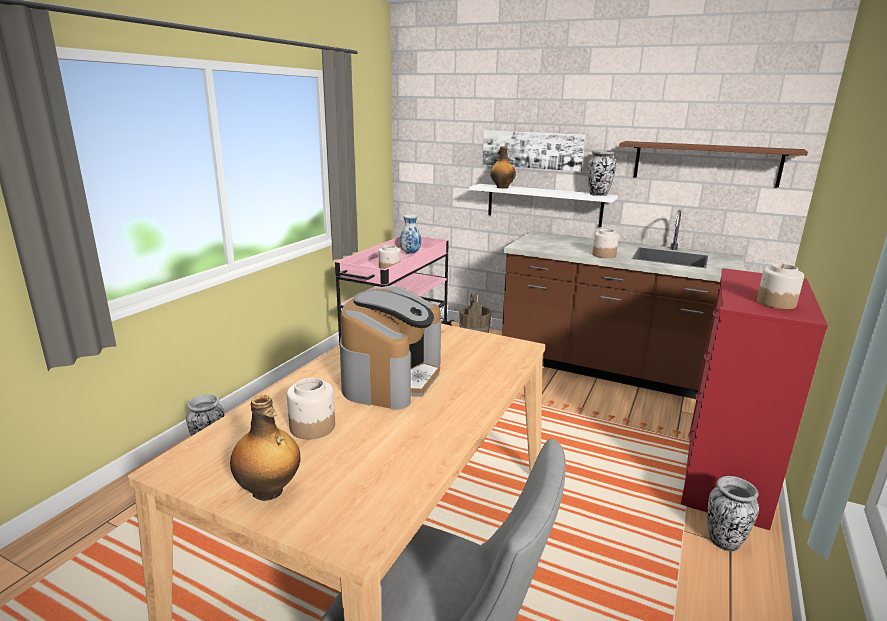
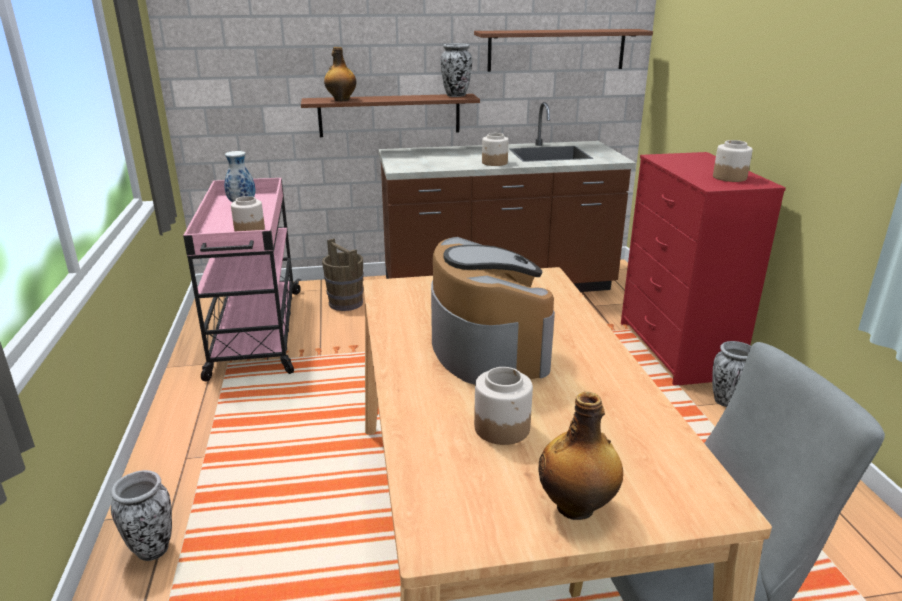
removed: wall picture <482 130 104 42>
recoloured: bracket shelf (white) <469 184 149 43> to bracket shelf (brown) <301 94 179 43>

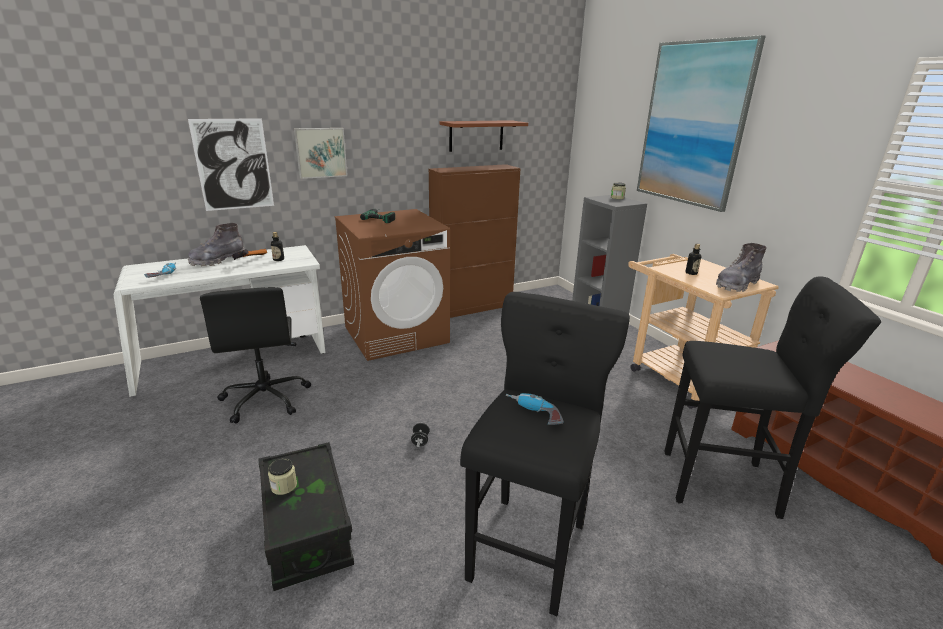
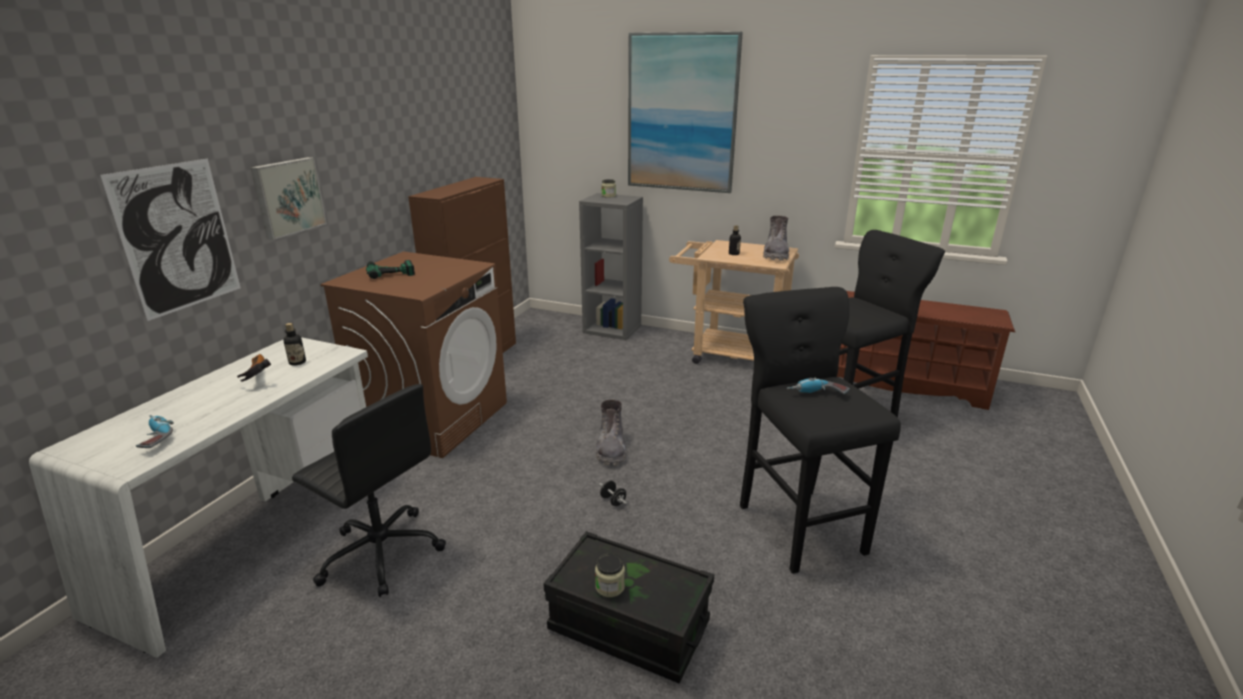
removed: bracket shelf (brown) <440 120 88 32>
moved: high-top boot (gray) <188 223 57 43> to <596 399 30 67>

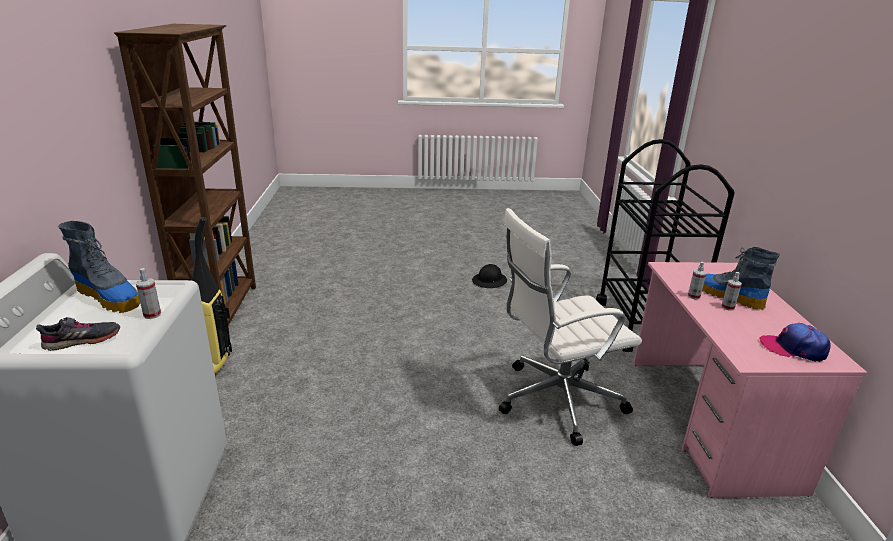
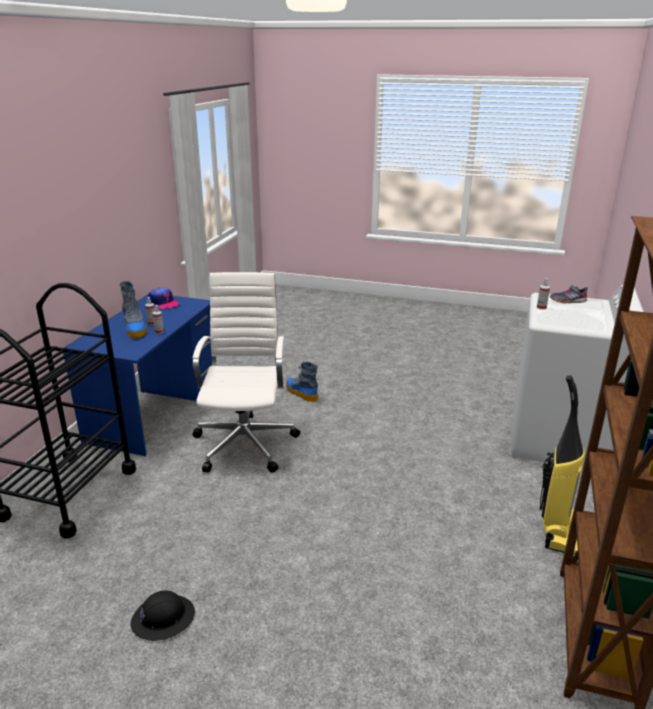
moved: high-top boot <58 221 82 92> to <286 362 32 40>
recoloured: desk unit (pinkish) <633 262 235 236> to desk unit (bluish) <63 295 149 161>
turned: computer chair (white) <499 208 143 238> = <192 272 108 201> 90 degrees counterclockwise

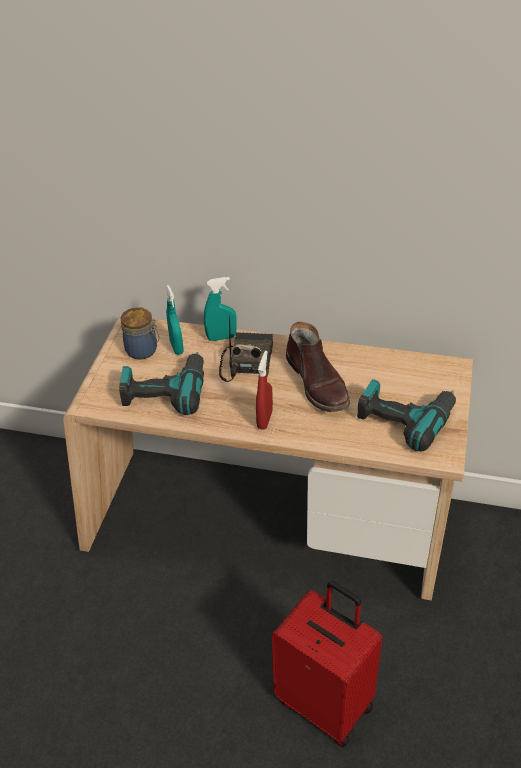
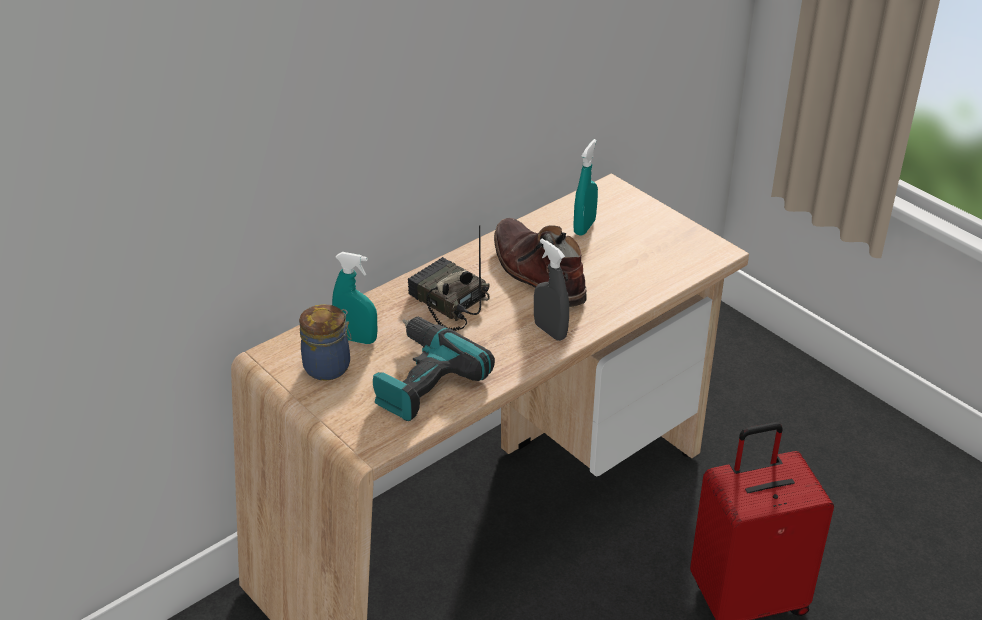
removed: drill <357 379 99 73>
moved: spray bottle (blue-green) <204 277 33 64> to <573 139 25 97>
recoloured: spray bottle (red-coloured) <256 351 17 79> to spray bottle (gray) <534 239 35 102>
turned: high-top boot (brown) <286 322 64 90> = <494 218 93 89> 135 degrees counterclockwise

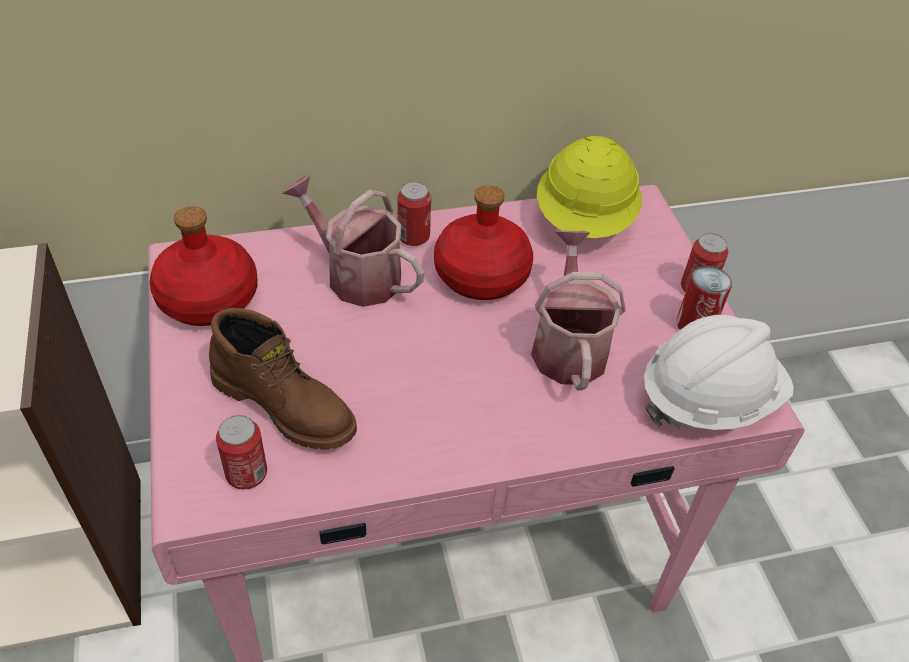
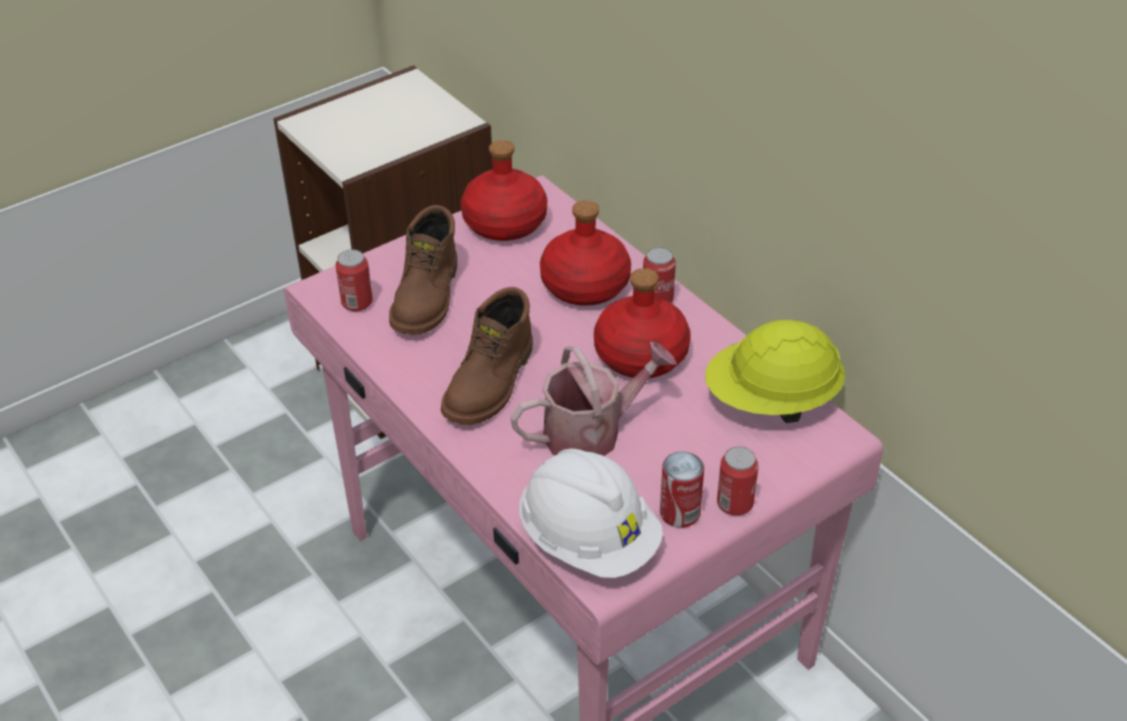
added: high-top boot (brown) <441 287 92 138>
replaced: sprinkling can <282 175 142 132> to drink bottle (red-coloured) <540 200 91 106>

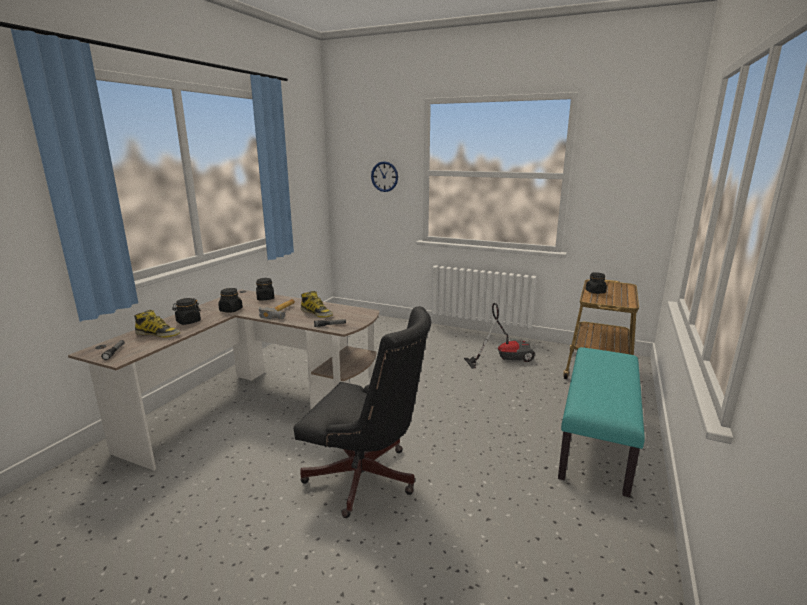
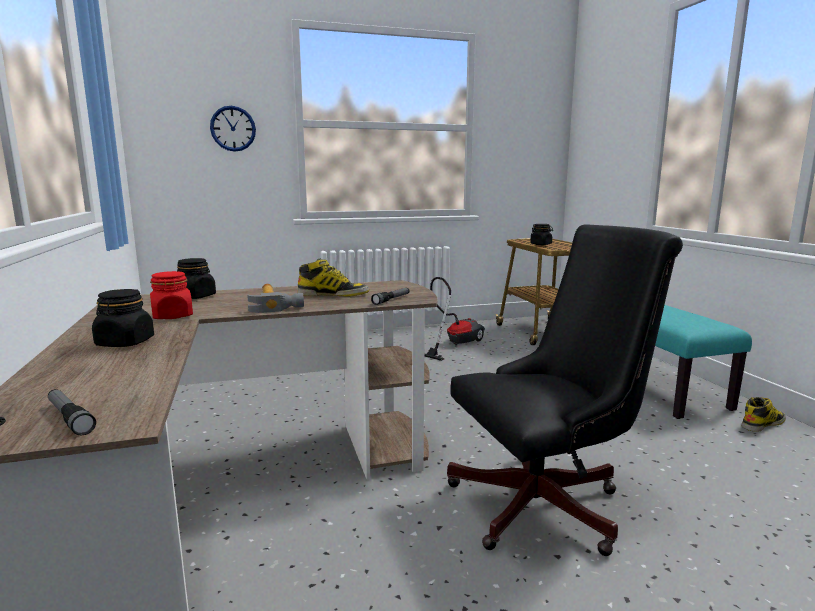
moved: high-top boot <134 310 46 28> to <741 397 45 35>
recoloured: preserve jar (blackish) <218 288 25 25> to preserve jar (red-coloured) <150 271 43 48>

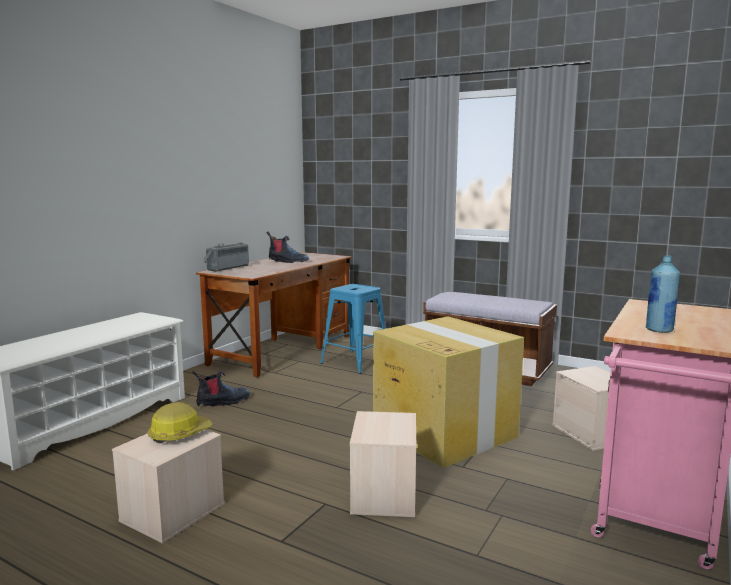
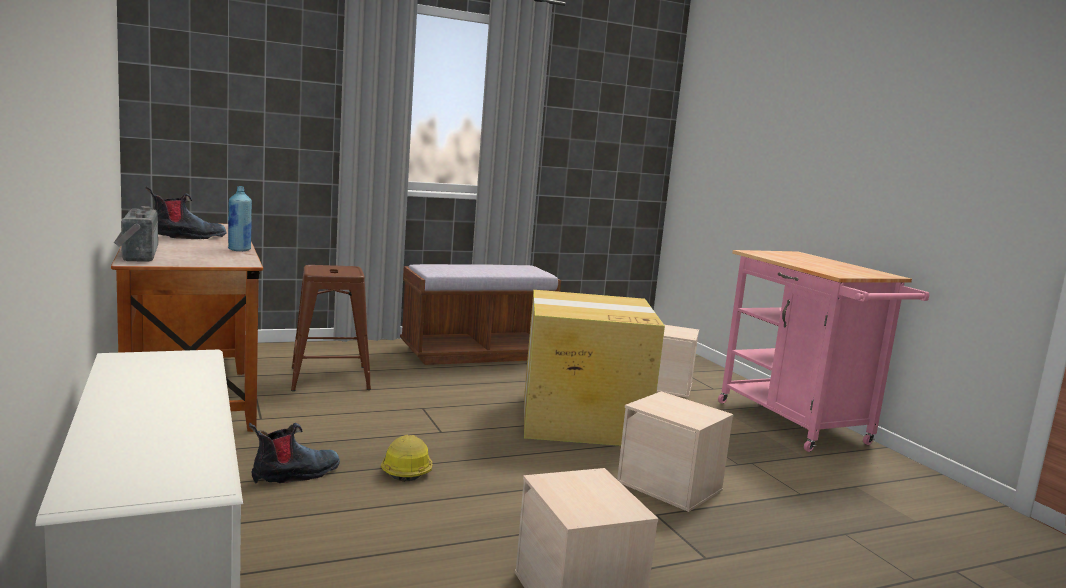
moved: hard hat <148 402 65 41> to <381 435 51 47>; drink bottle (bluish) <646 255 34 78> to <228 186 24 65>
recoloured: stool (bluish) <320 284 65 90> to stool (brown) <291 265 80 126>
turned: high-top boot <192 371 58 36> = <249 423 91 60> 45 degrees clockwise

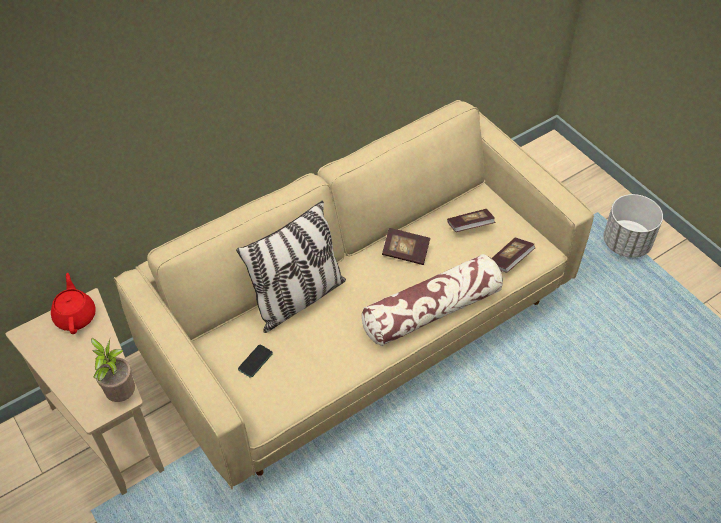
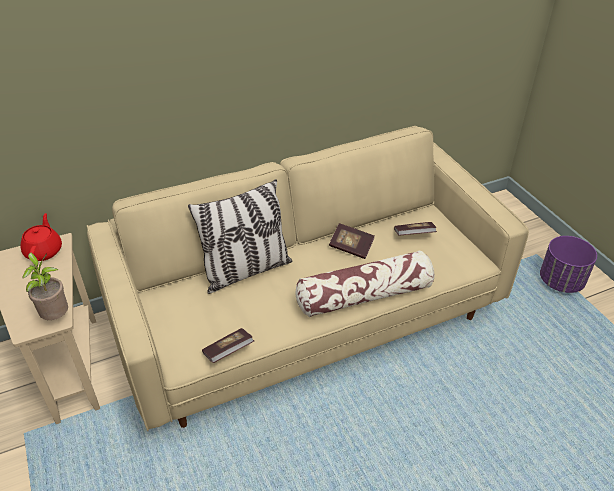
removed: handset <238 345 35 33>
moved: book <492 238 44 35> to <202 328 52 35>
recoloured: plant pot (white) <603 194 60 64> to plant pot (purplish) <540 236 57 57>

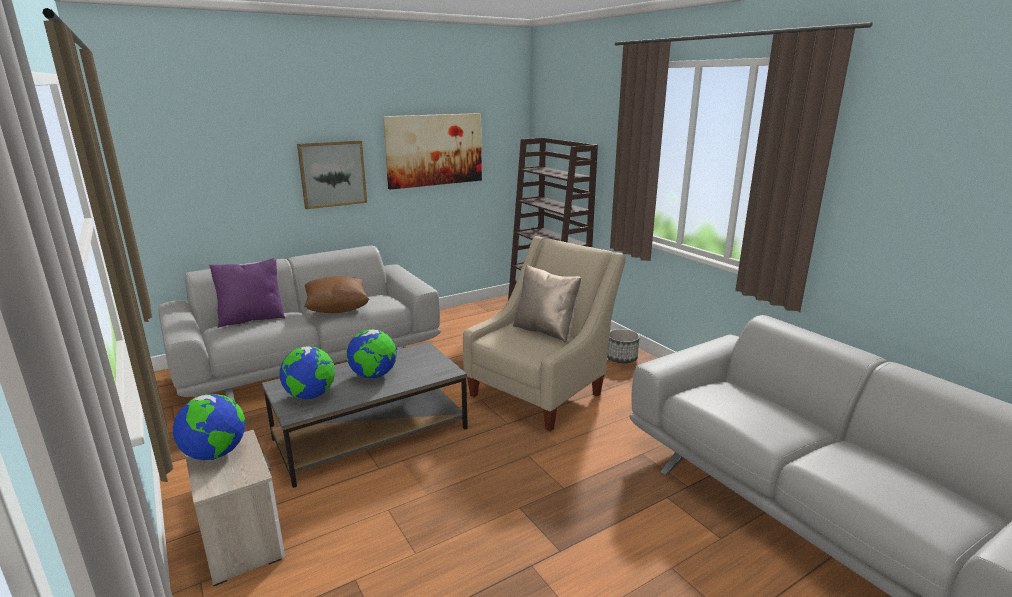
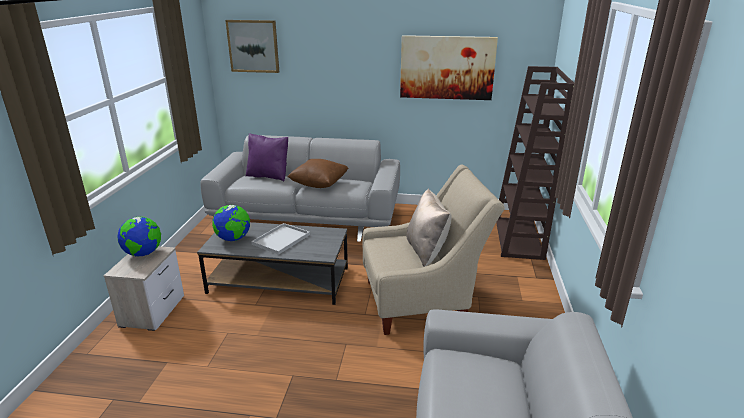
removed: plant pot <607 329 33 34>
moved: wall picture <297 141 70 68> to <225 20 54 53>
replaced: desk globe <346 329 51 50> to tray (white) <251 223 59 32>

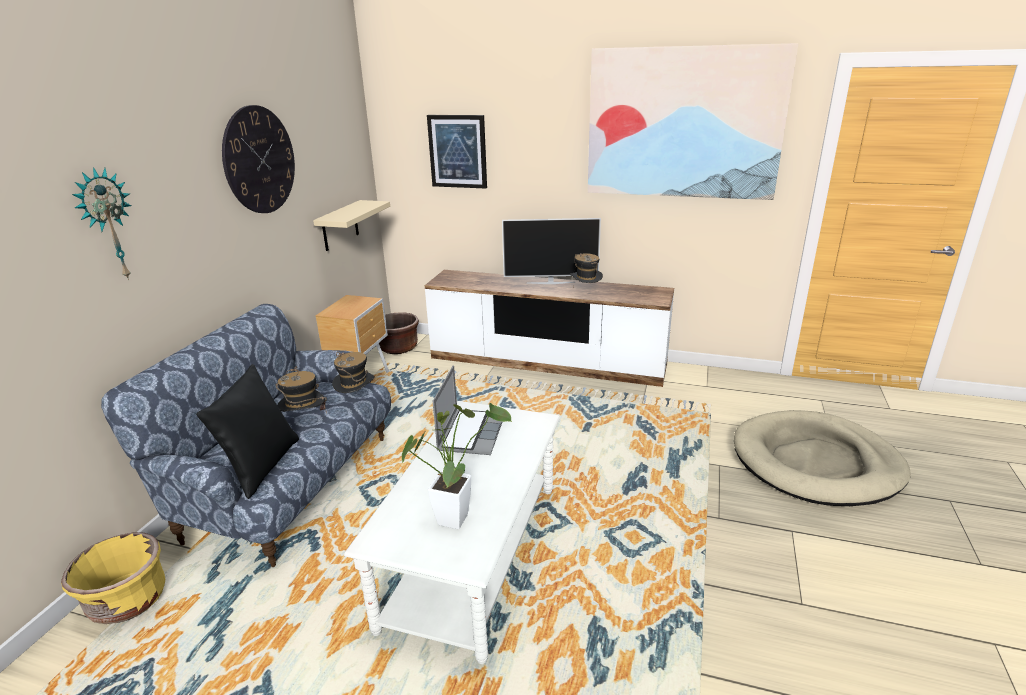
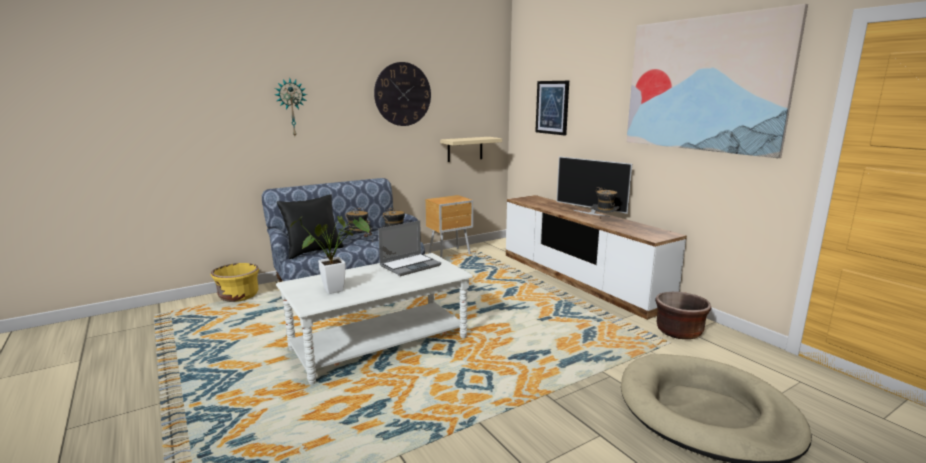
moved: plant pot (brown) <379 312 40 42> to <655 292 56 47>

